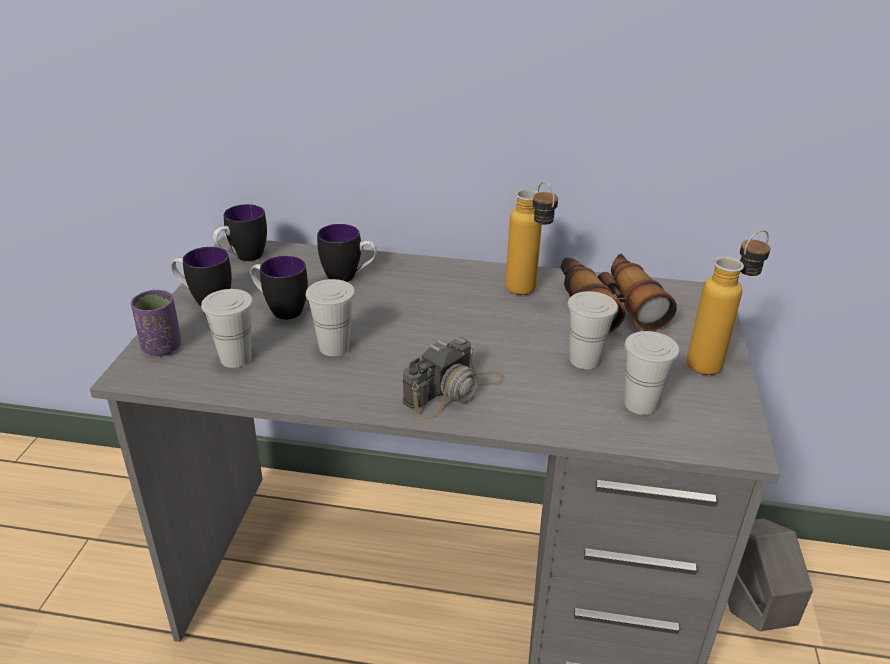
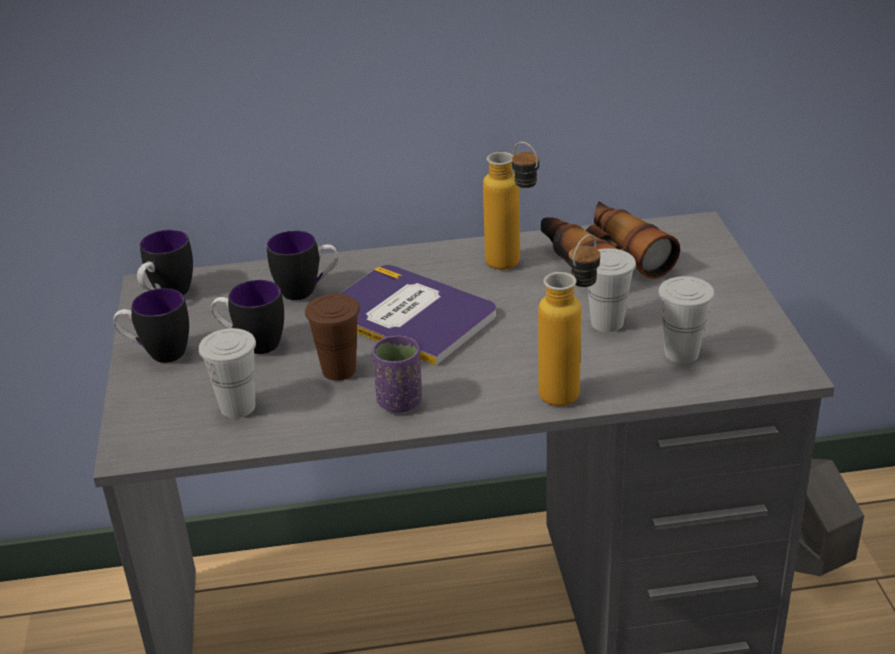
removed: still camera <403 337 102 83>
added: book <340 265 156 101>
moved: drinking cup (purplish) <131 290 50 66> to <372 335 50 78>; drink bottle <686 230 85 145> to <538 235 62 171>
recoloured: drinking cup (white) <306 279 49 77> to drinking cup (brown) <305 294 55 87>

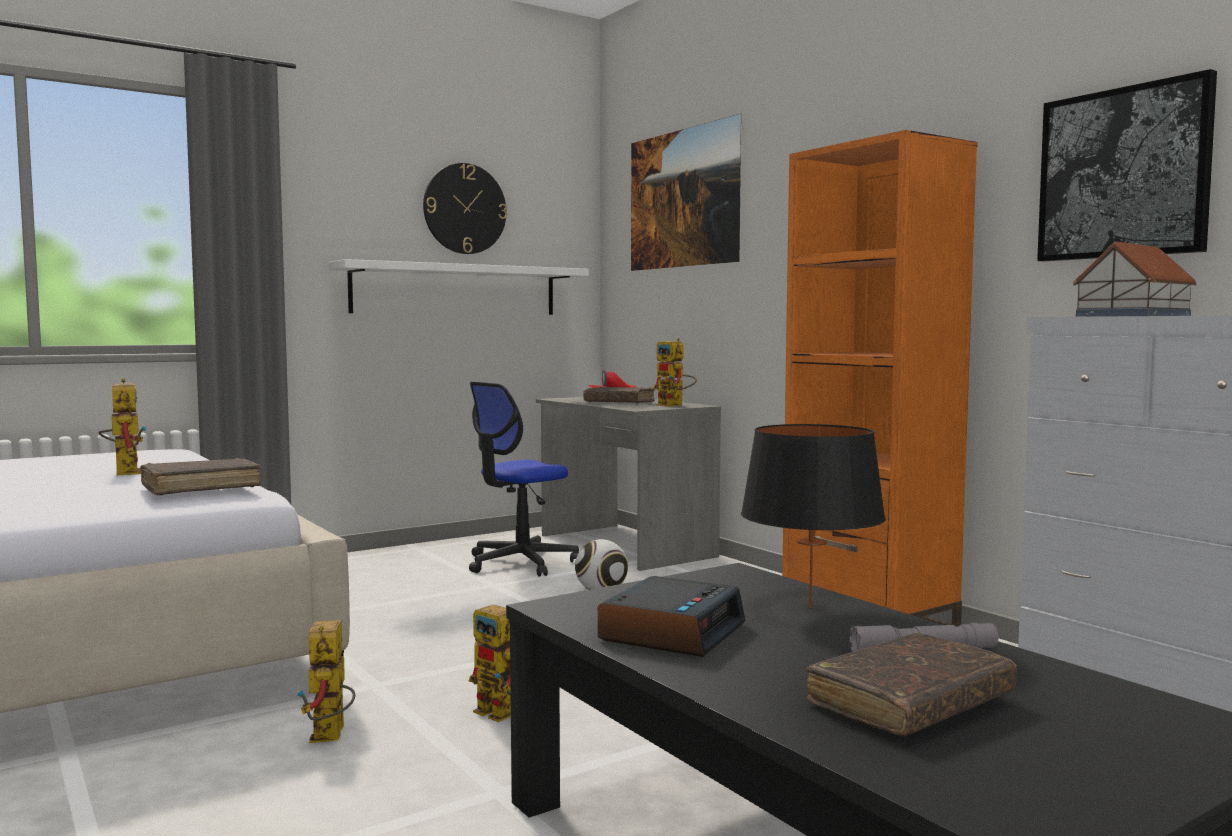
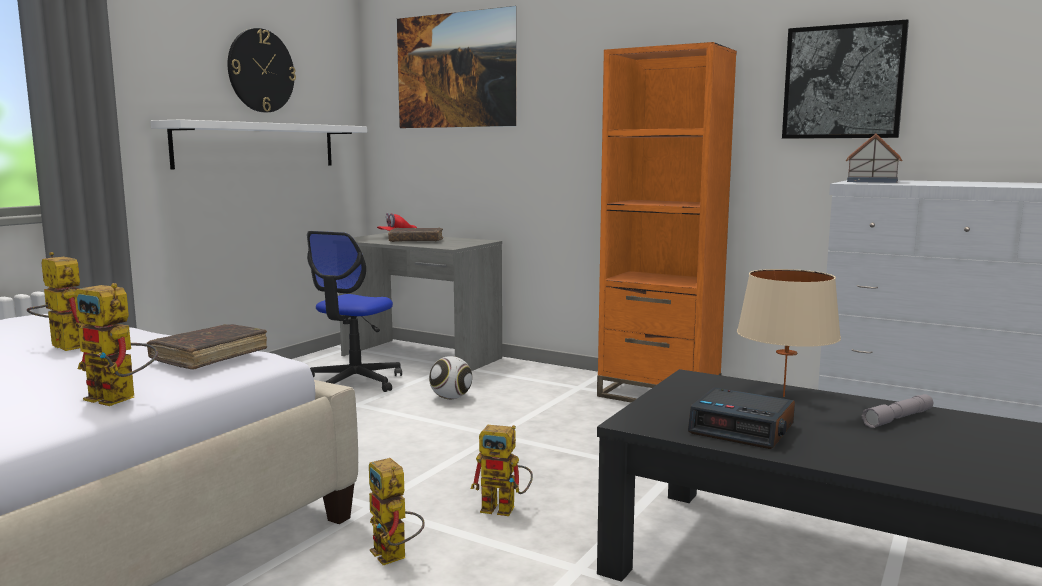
removed: book (brown) <806 633 211 103>
moved: robot figure <653 338 44 69> to <74 283 84 123>
recoloured: lamp for a table (blackish) <741 424 145 183> to lamp for a table (beige) <737 269 104 128>
turned: table clock <598 576 147 81> = <688 387 107 62> 120 degrees clockwise

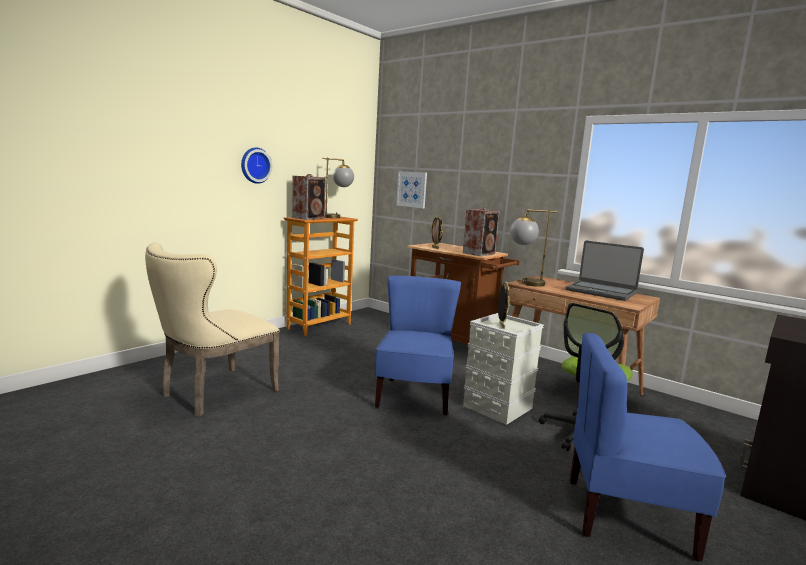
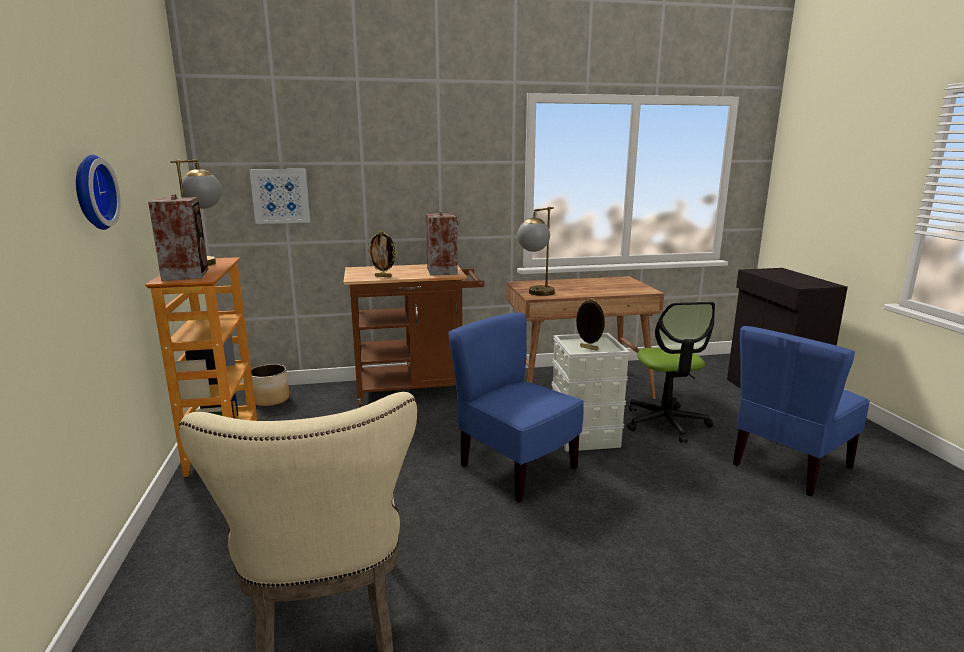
removed: portable computer <566 241 78 60>
added: plant pot <251 364 39 42>

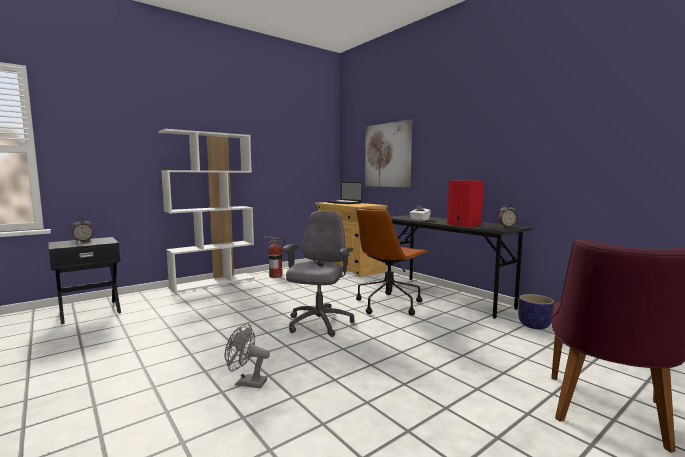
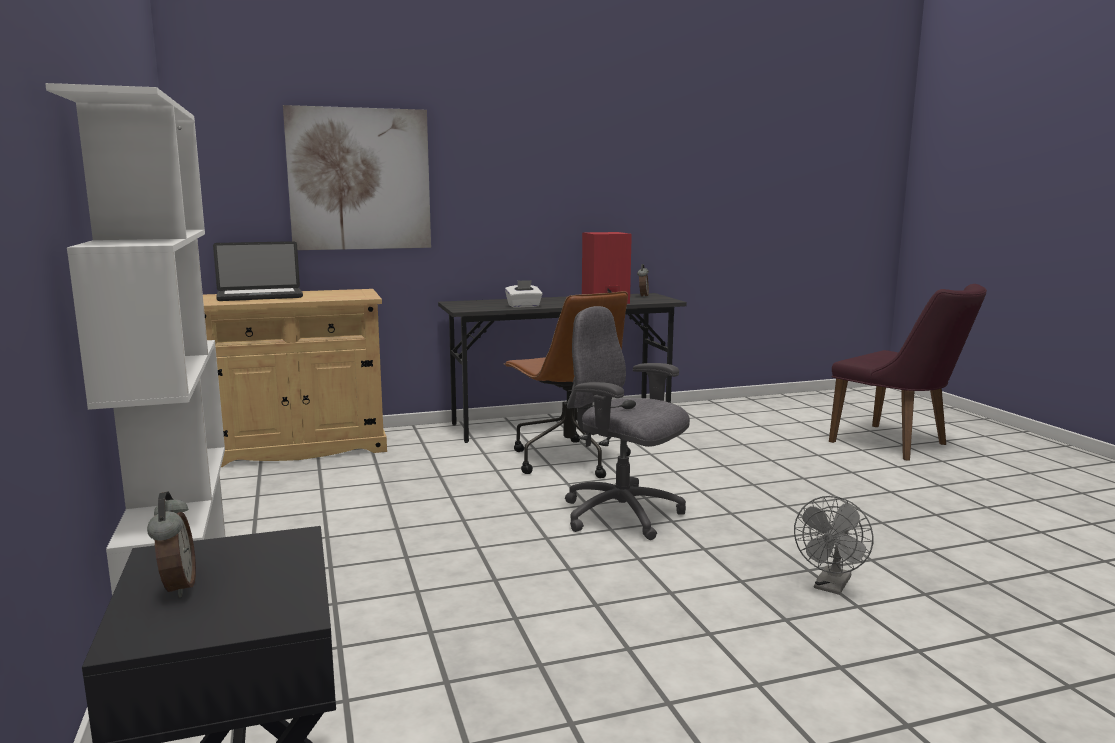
removed: fire extinguisher <264 236 21 42>; plant pot <518 294 36 35>

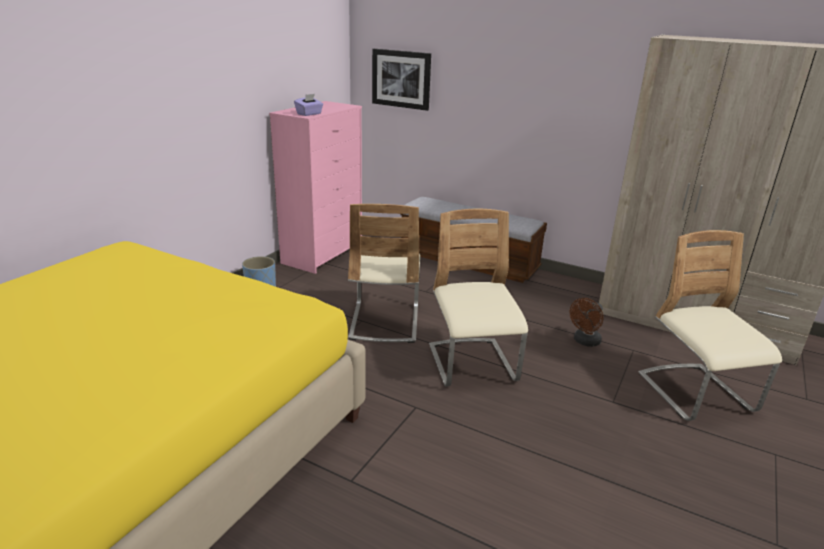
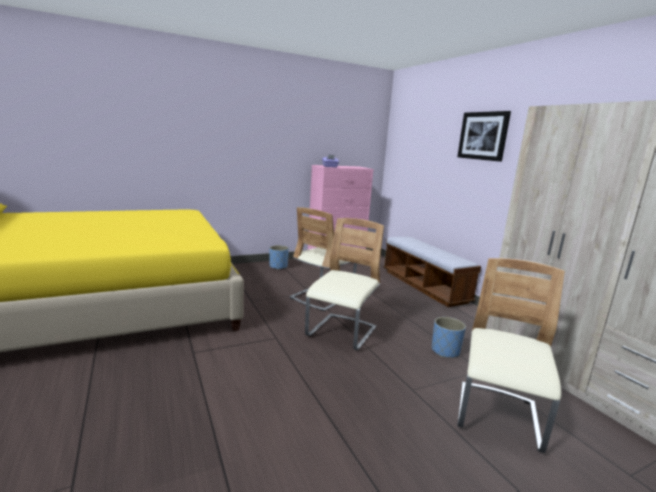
moved: wall picture <372 49 59 62> to <457 111 54 51>
replaced: electric fan (brown) <570 298 33 49> to plant pot (bluish) <432 317 34 41>

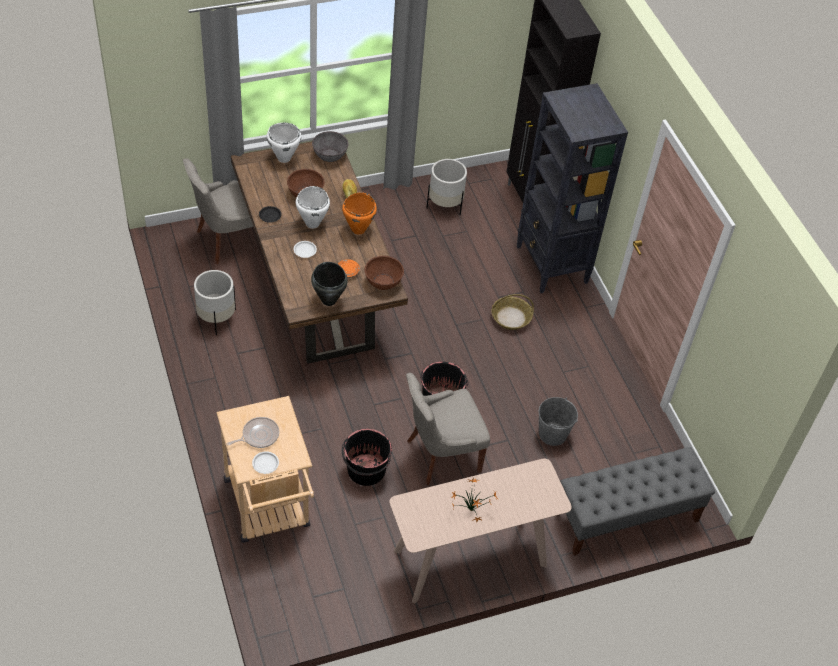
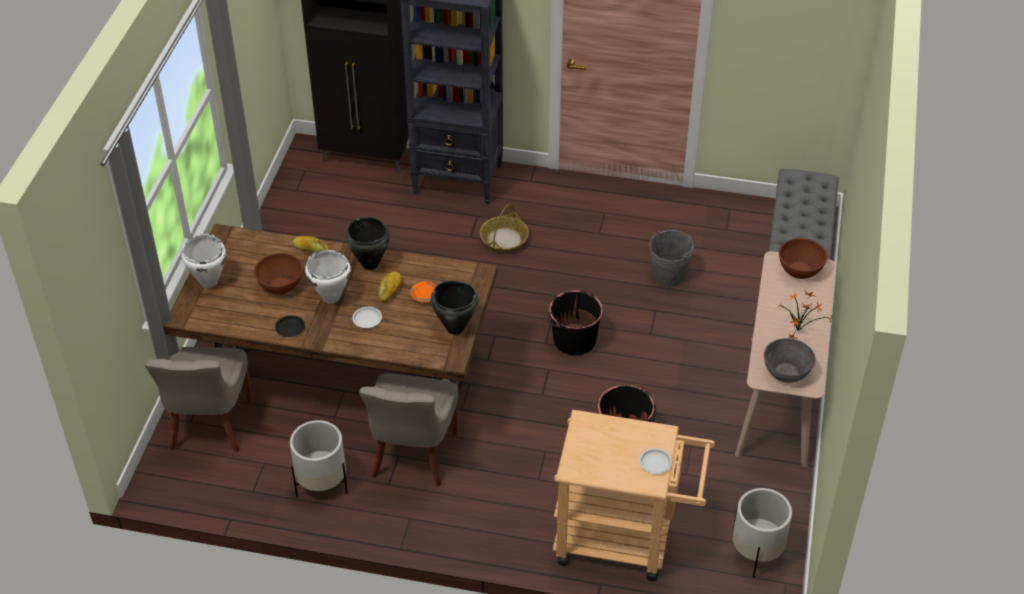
removed: pan <226 417 53 31>
added: bread <378 272 24 30>
moved: serving bowl (gray) <312 131 36 31> to <764 338 52 45>; serving bowl (brown) <365 256 39 34> to <779 238 48 41>; upright chair (gray) <406 373 84 112> to <359 373 99 114>; plant pot (white) <426 159 41 56> to <732 488 60 89>
recoloured: cooking pot (orange) <342 192 35 43> to cooking pot (blackish) <346 217 44 53>

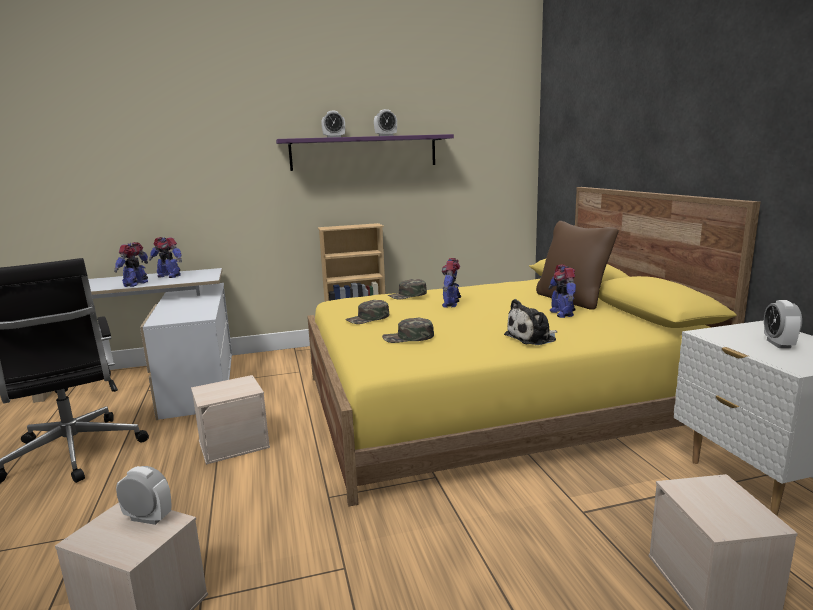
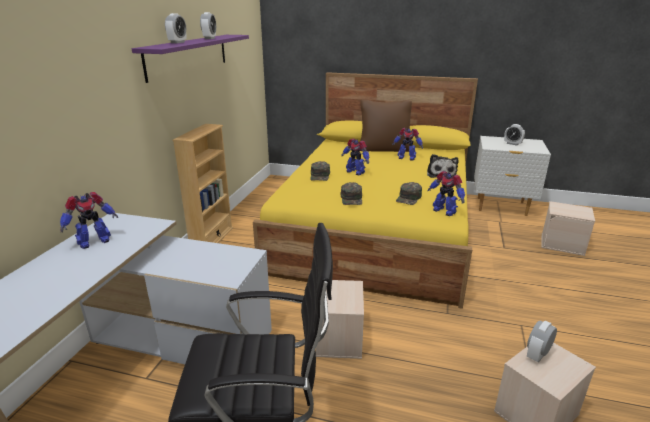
moved: robot figure <114 242 34 45> to <428 171 37 45>

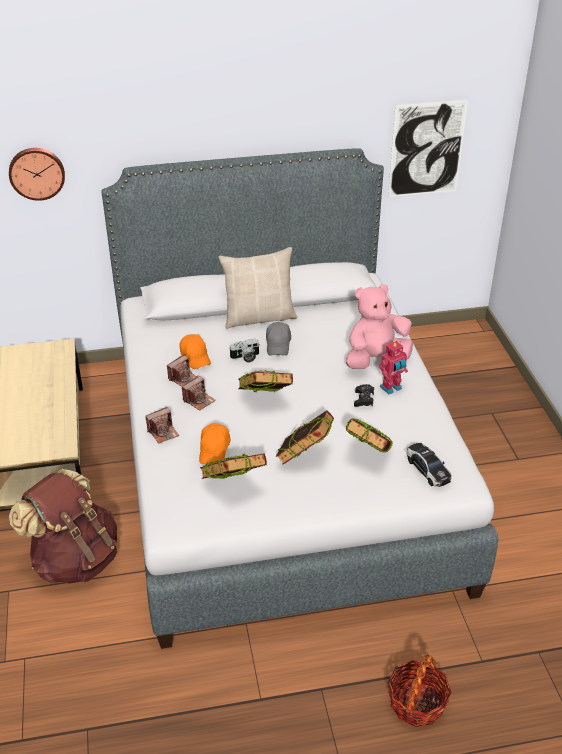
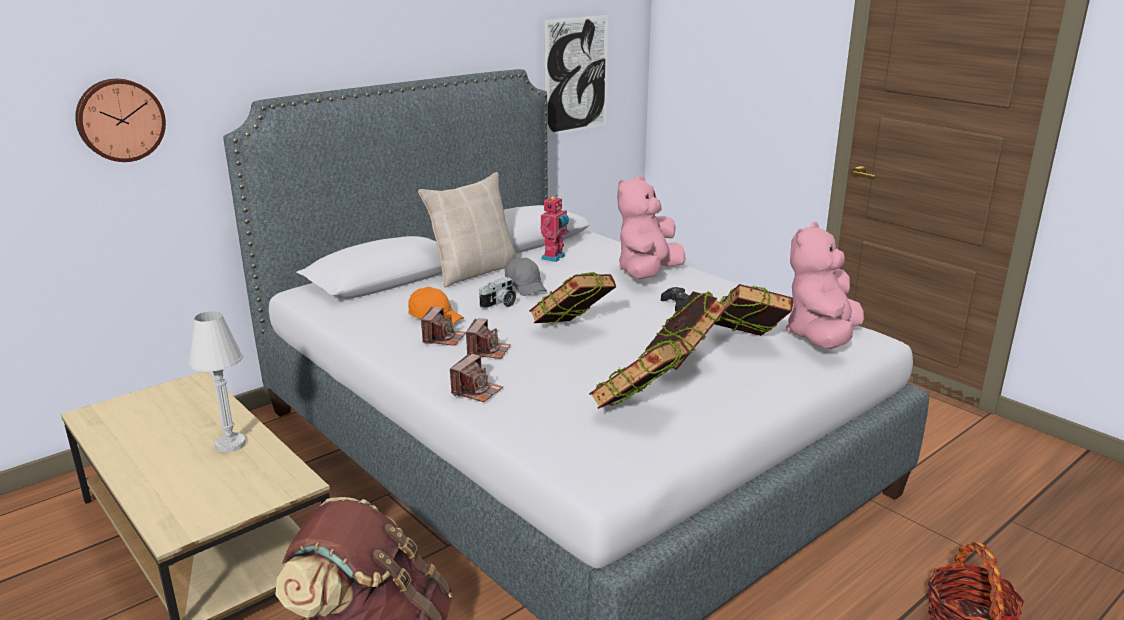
removed: cap (orange) <199 423 31 41>
added: lamp for a table (white) <188 311 58 142>
moved: robot figure <379 341 29 53> to <540 195 29 67>
replaced: miniature car <406 443 46 44> to cuddly toy (pinkish) <786 222 79 127>

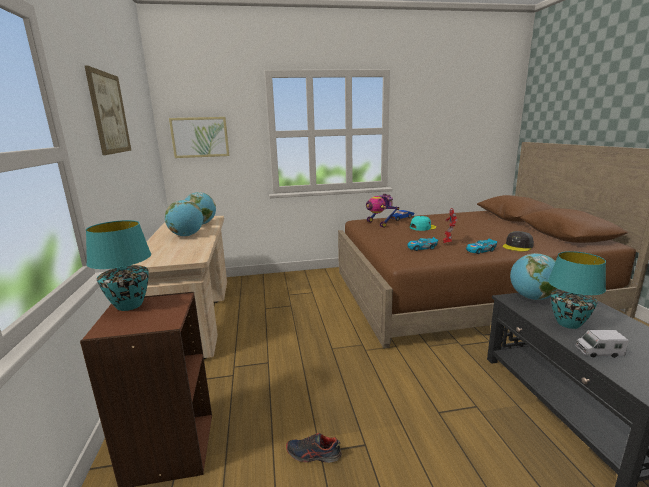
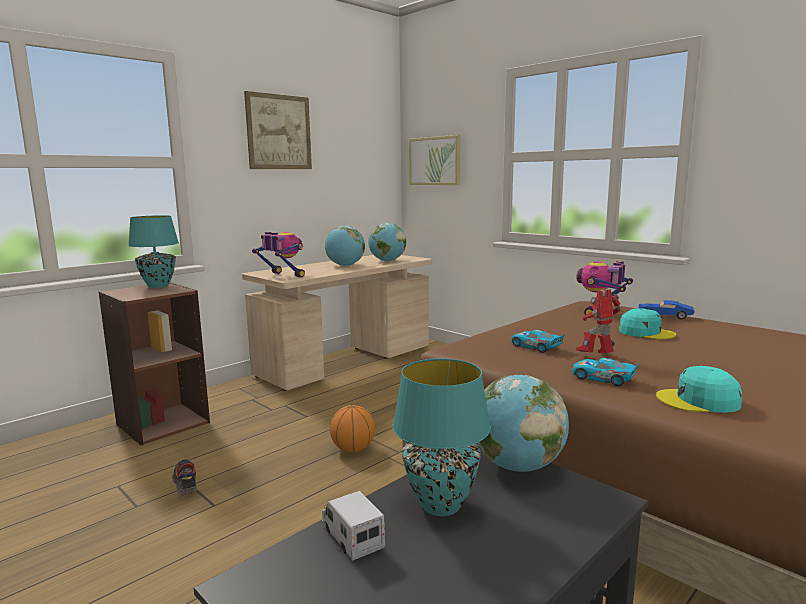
added: robot figure <252 232 53 46>; basketball ball <330 405 46 47>
recoloured: cap (gray) <503 231 31 21> to cap (blue-green) <656 366 86 47>

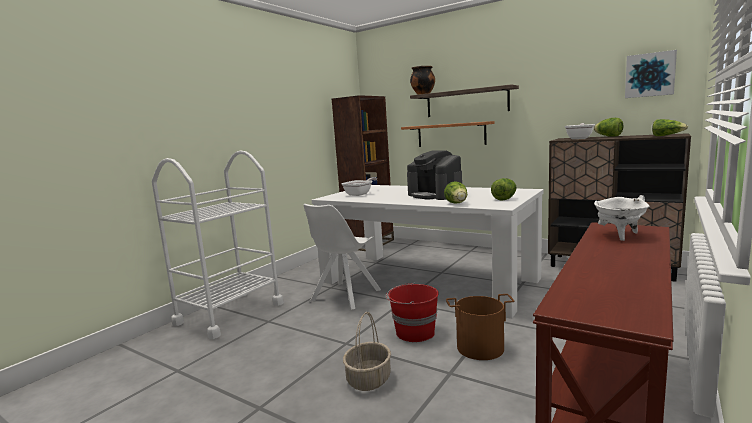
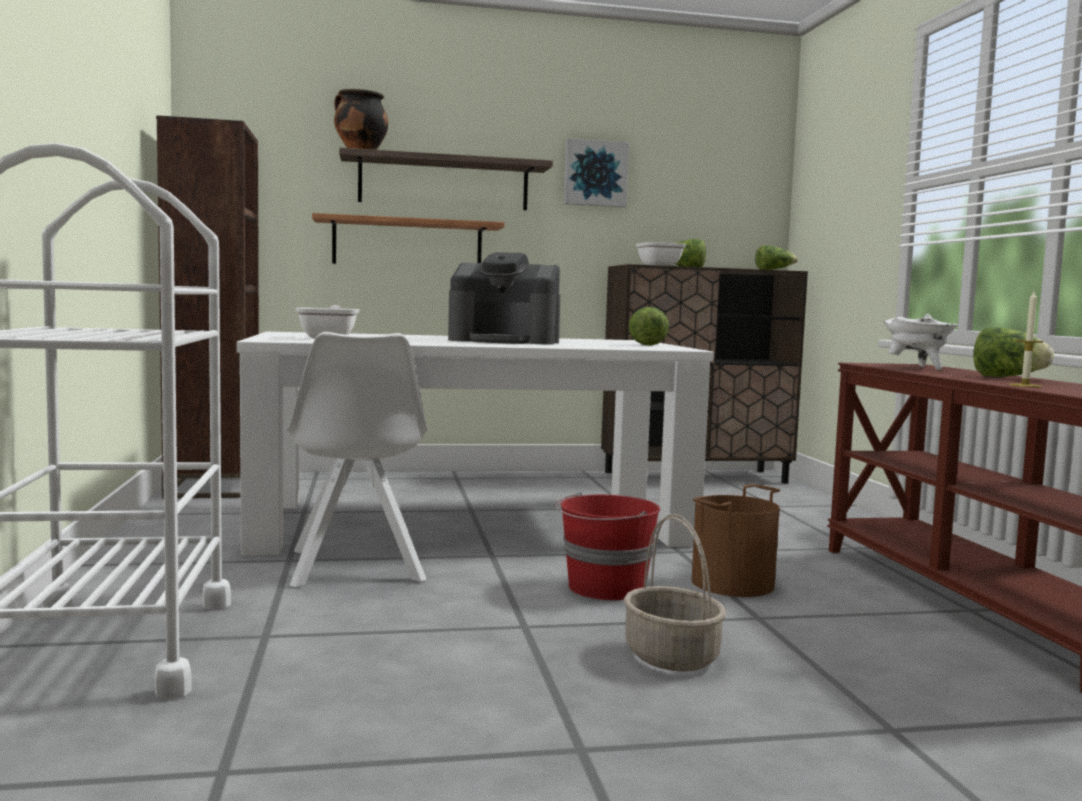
added: candle <1009 291 35 96>
moved: head of lettuce <444 181 23 23> to <973 327 81 50>; wall picture <625 50 52 48> to <564 138 65 69>

